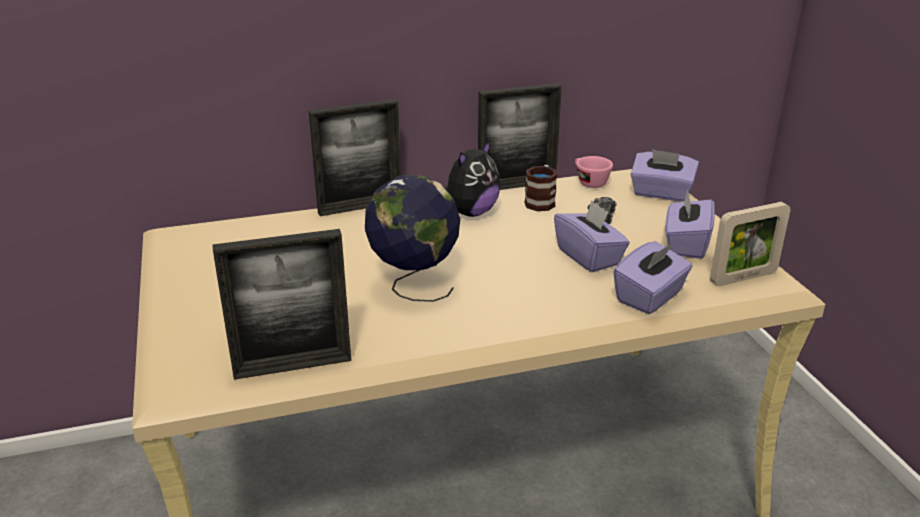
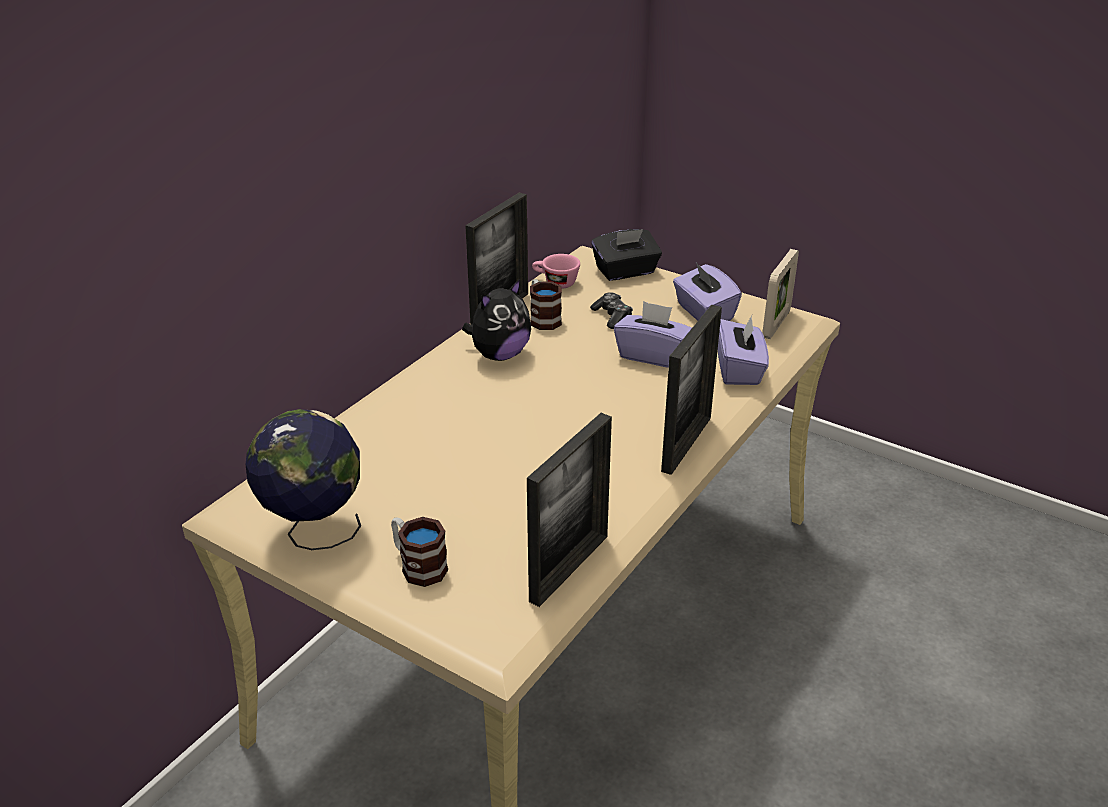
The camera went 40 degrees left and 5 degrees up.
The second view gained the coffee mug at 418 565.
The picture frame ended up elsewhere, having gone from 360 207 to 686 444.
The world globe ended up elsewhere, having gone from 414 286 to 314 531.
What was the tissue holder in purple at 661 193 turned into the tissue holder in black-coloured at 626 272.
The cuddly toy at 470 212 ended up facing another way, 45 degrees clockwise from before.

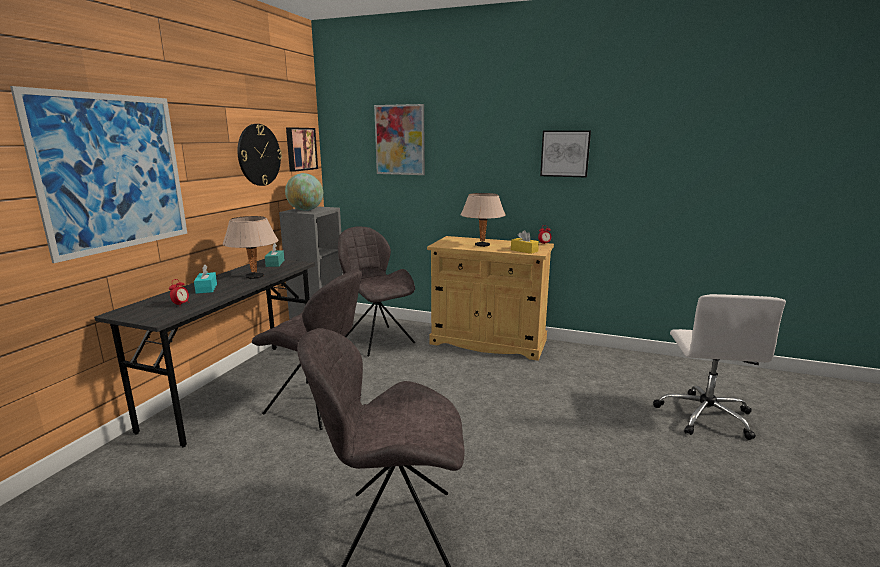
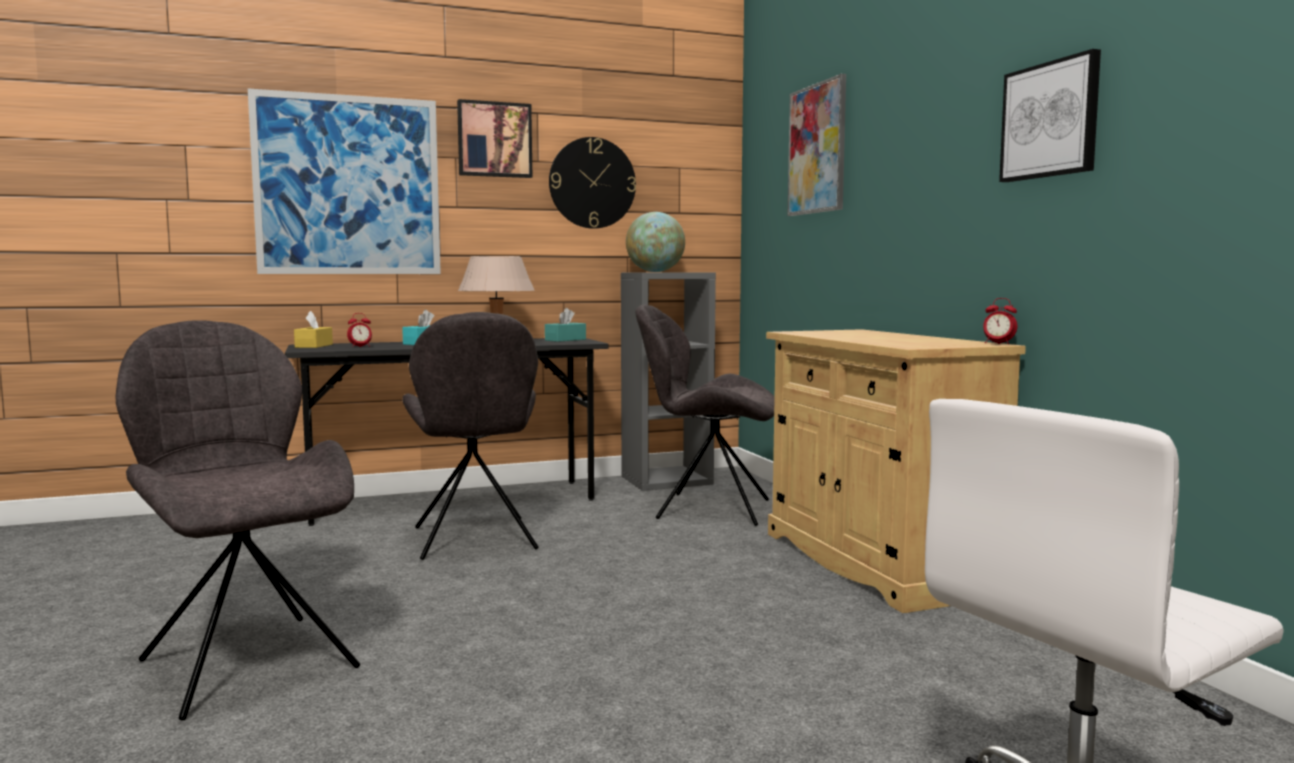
The camera went 50 degrees right and 10 degrees down.
The second view lost the table lamp in beige-coloured at 482 245.
The picture ended up elsewhere, having gone from 300 149 to 494 140.
The tissue holder in yellowish ended up elsewhere, having gone from 524 250 to 314 346.
The plain chair in gray at 377 340 ended up facing another way, 90 degrees counterclockwise from before.

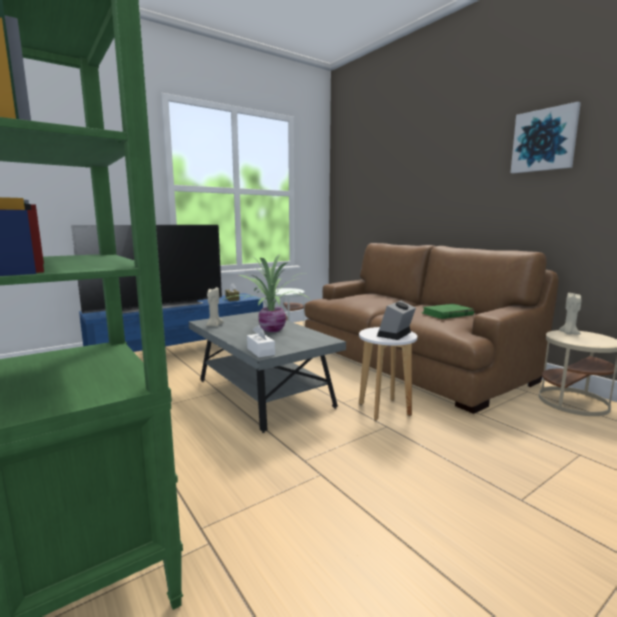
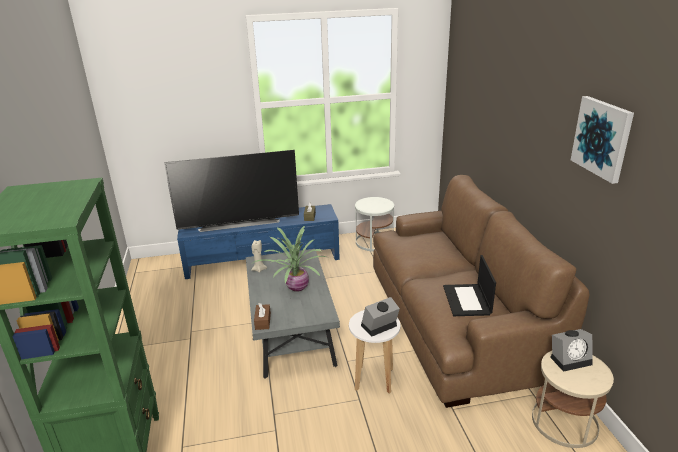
The camera went 25 degrees right and 15 degrees up.
Where the book in green-coloured stood at 447 314, the notebook computer came to stand at 467 300.
Where the wax light in beige-coloured stood at 569 333, the alarm clock came to stand at 570 359.
What was the tissue holder in whitish at 260 351 turned into the tissue holder in brown-coloured at 263 321.

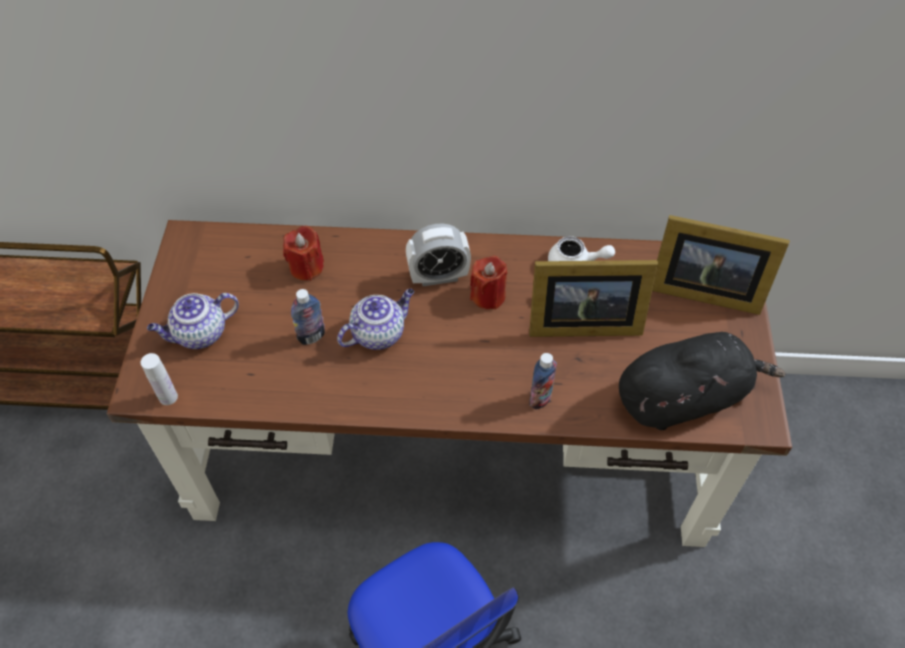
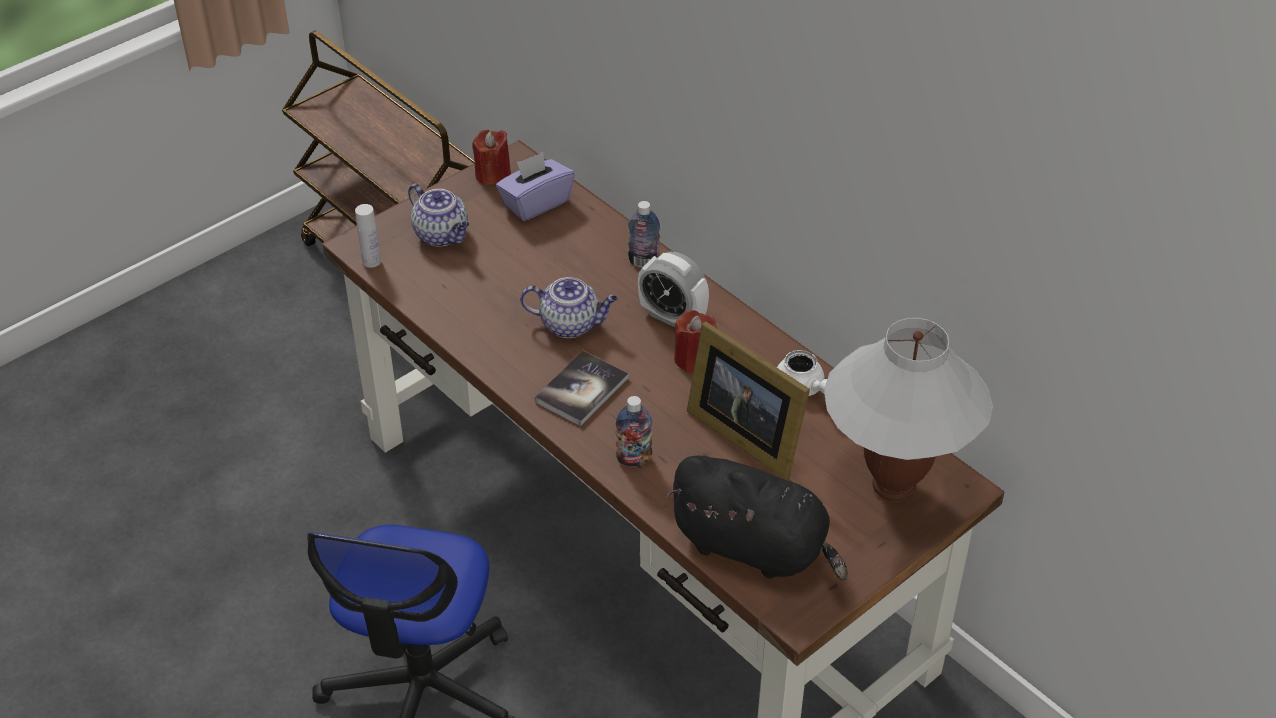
The camera went 45 degrees right and 10 degrees down.
The second view gained the tissue holder in purple at 536 203.
The second view gained the book at 582 390.
The wax light in red ended up elsewhere, having gone from 306 267 to 493 175.
The drink bottle ended up elsewhere, having gone from 311 336 to 644 262.
Where the picture frame stood at 701 289, the table lamp in whitish came to stand at 894 486.
The tea pot at 200 334 ended up facing another way, 150 degrees counterclockwise from before.

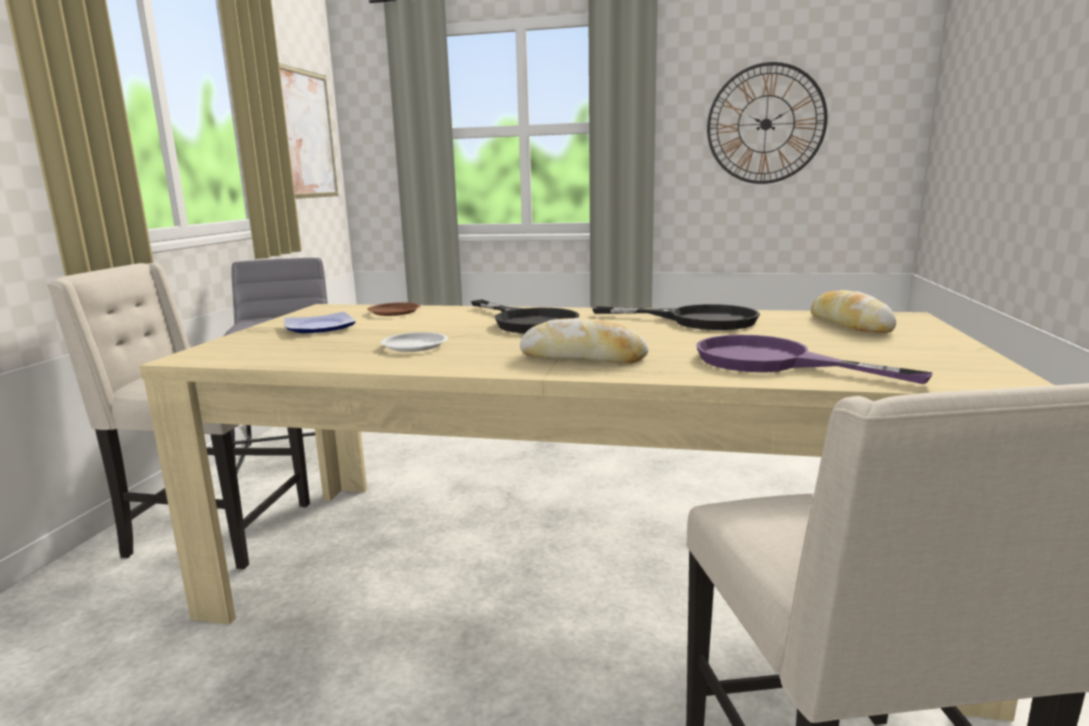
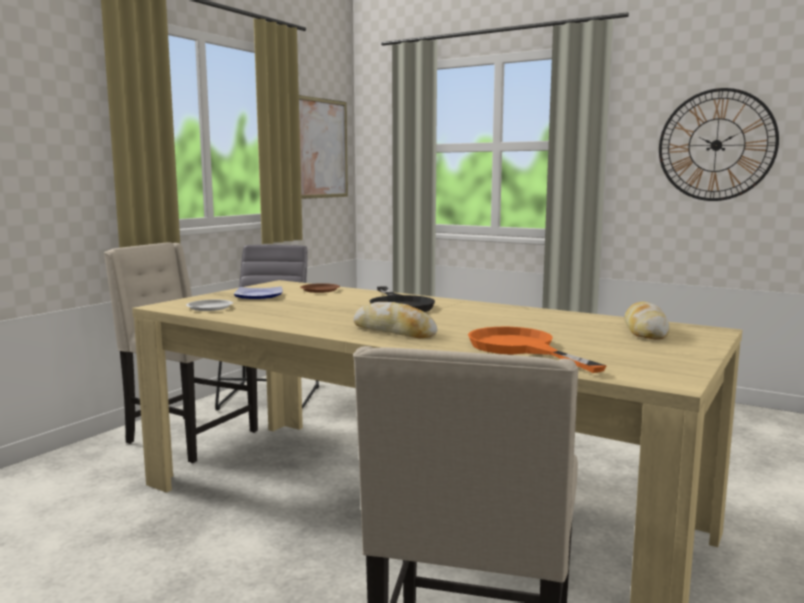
The camera went 20 degrees right and 5 degrees down.
The second view lost the pan in black-coloured at 696 320.
The plate in whitish ended up elsewhere, having gone from 414 346 to 209 308.
What was the pan in purple at 772 362 turned into the pan in orange at 520 348.

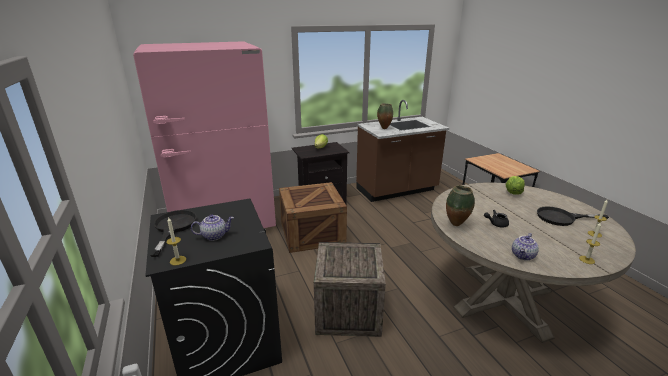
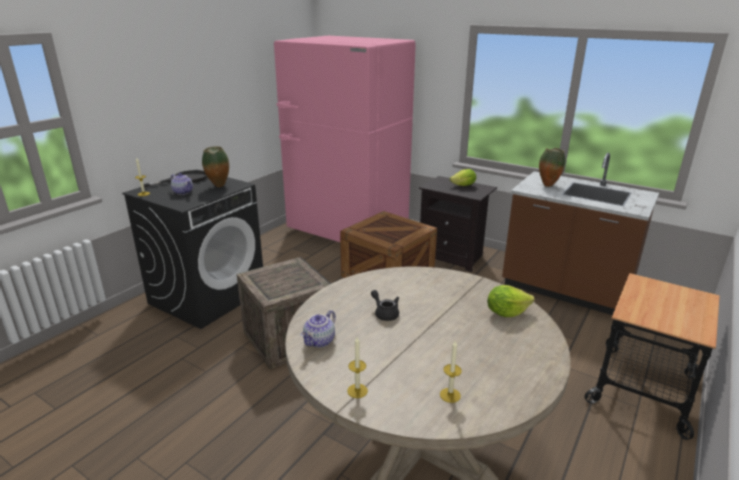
The camera went 55 degrees right and 0 degrees up.
The second view lost the pan in black-coloured at 562 218.
The vase ended up elsewhere, having gone from 456 225 to 219 186.
The tea pot at 523 256 ended up facing another way, 60 degrees counterclockwise from before.

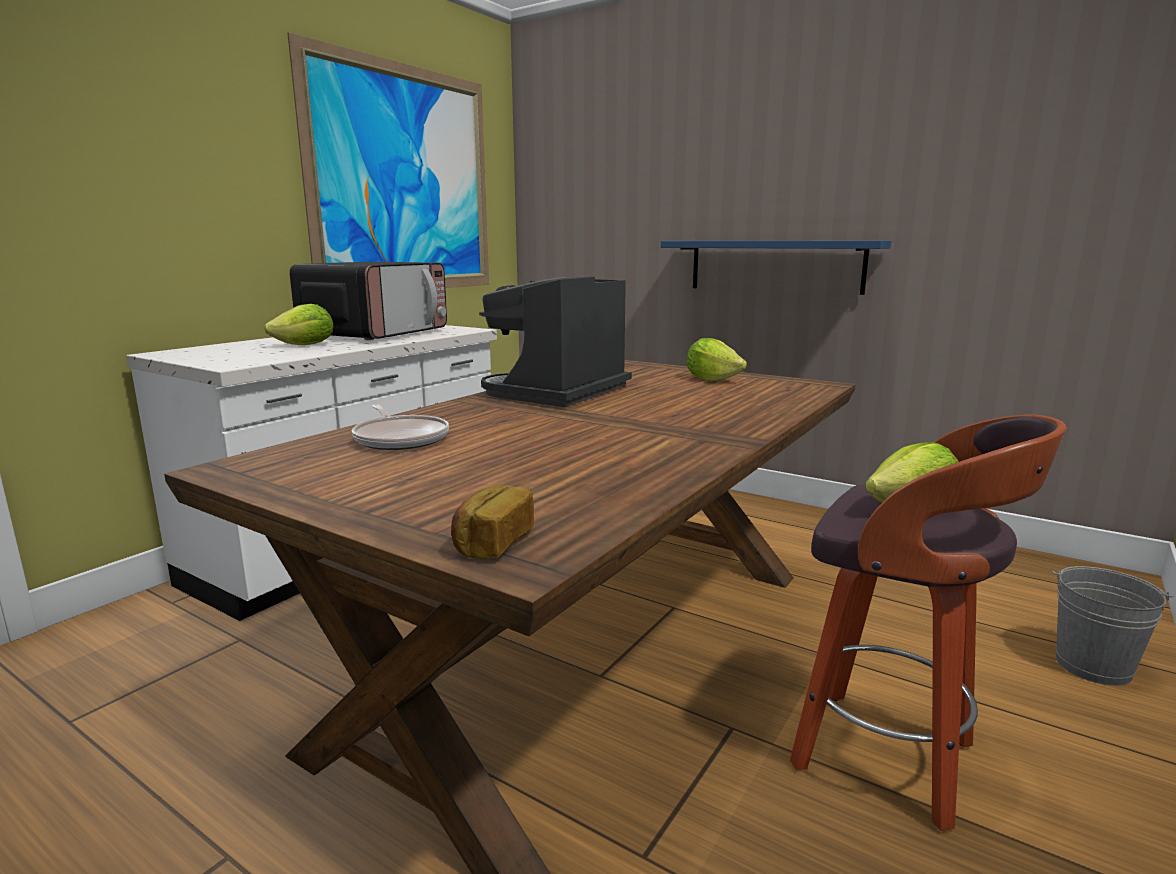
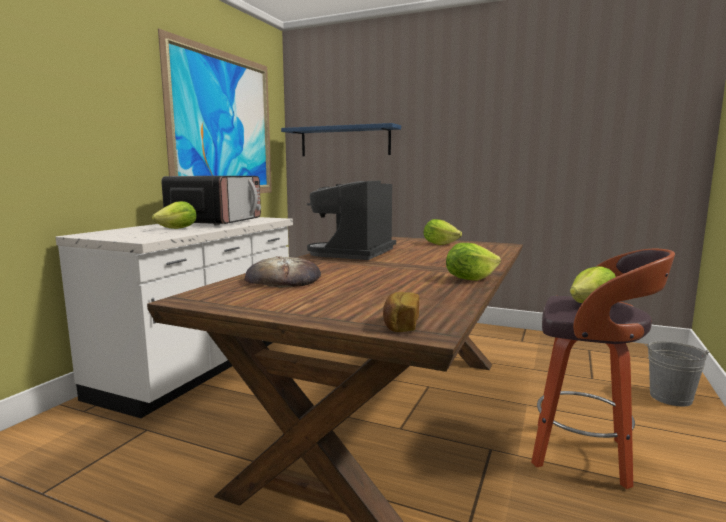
The camera went 10 degrees left and 5 degrees down.
The second view gained the lettuce head at 469 279.
The shelf in bluish ended up elsewhere, having gone from 775 266 to 345 141.
Where the pan stood at 400 438, the bread came to stand at 283 279.

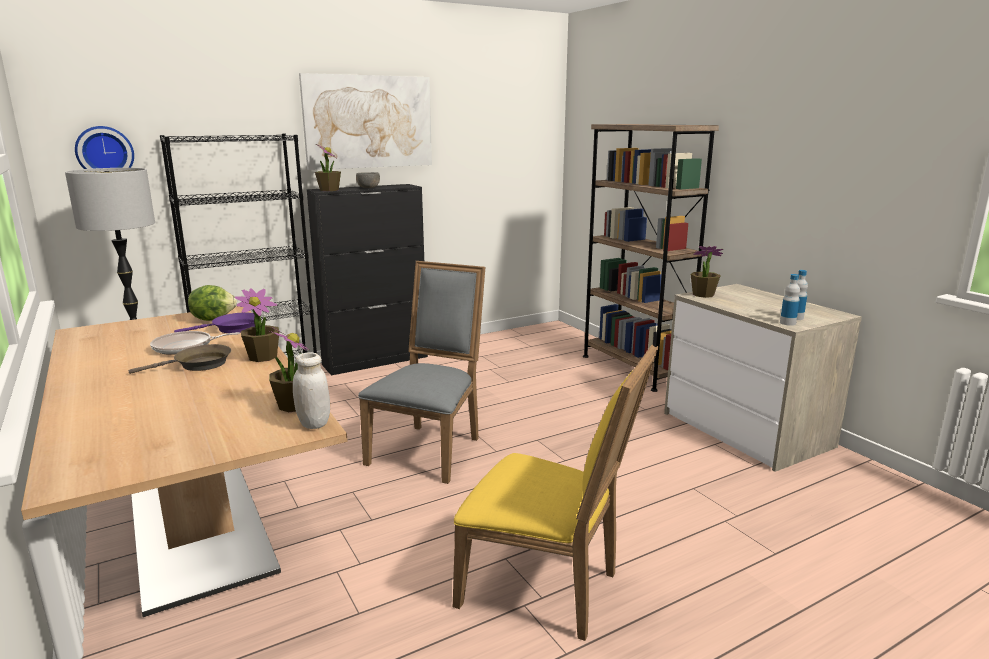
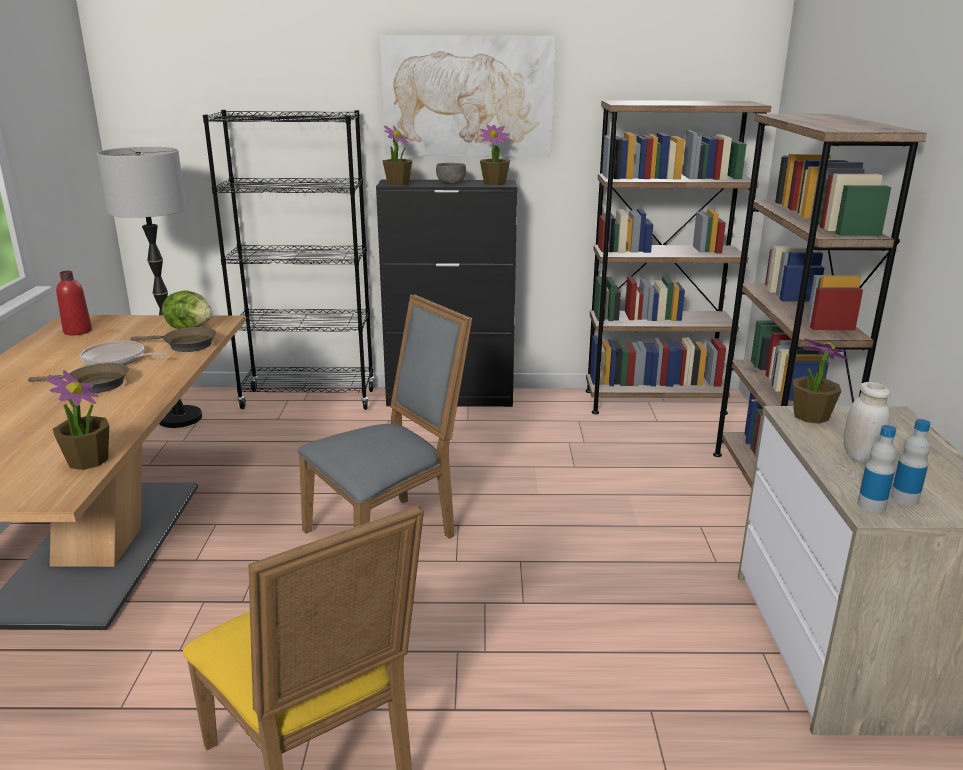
The camera went 30 degrees right and 5 degrees up.
The second view lost the clock on the wall at 105 152.
The second view gained the drink bottle in red at 77 331.
The second view gained the bookshelf in brown-coloured at 654 402.
The potted plant ended up elsewhere, having gone from 263 357 to 495 183.
The jar in whitish ended up elsewhere, having gone from 314 423 to 860 457.
What was the pan in purple at 232 329 turned into the pan in brown-coloured at 186 345.

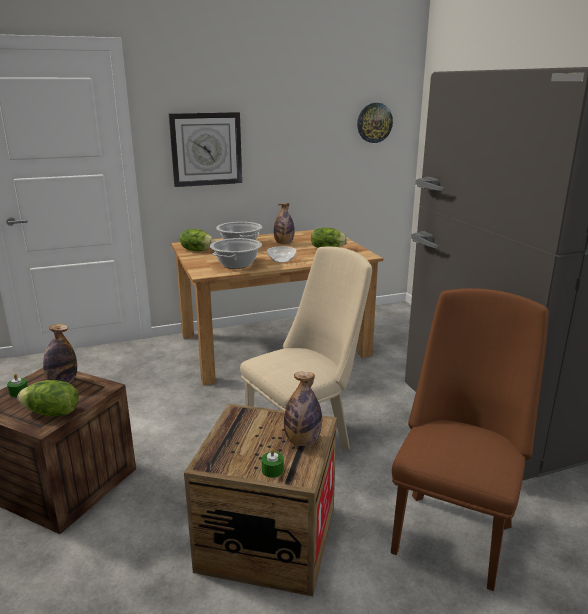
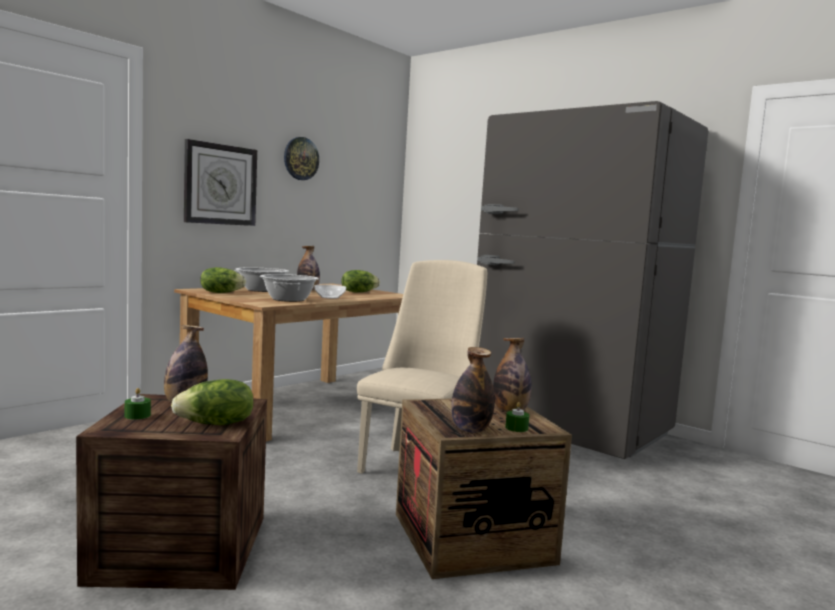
The camera went 30 degrees left and 15 degrees down.
The second view lost the plain chair in brown-coloured at 453 530.
The second view gained the drink bottle at 470 430.
The clock on the wall ended up elsewhere, having gone from 374 122 to 301 158.

